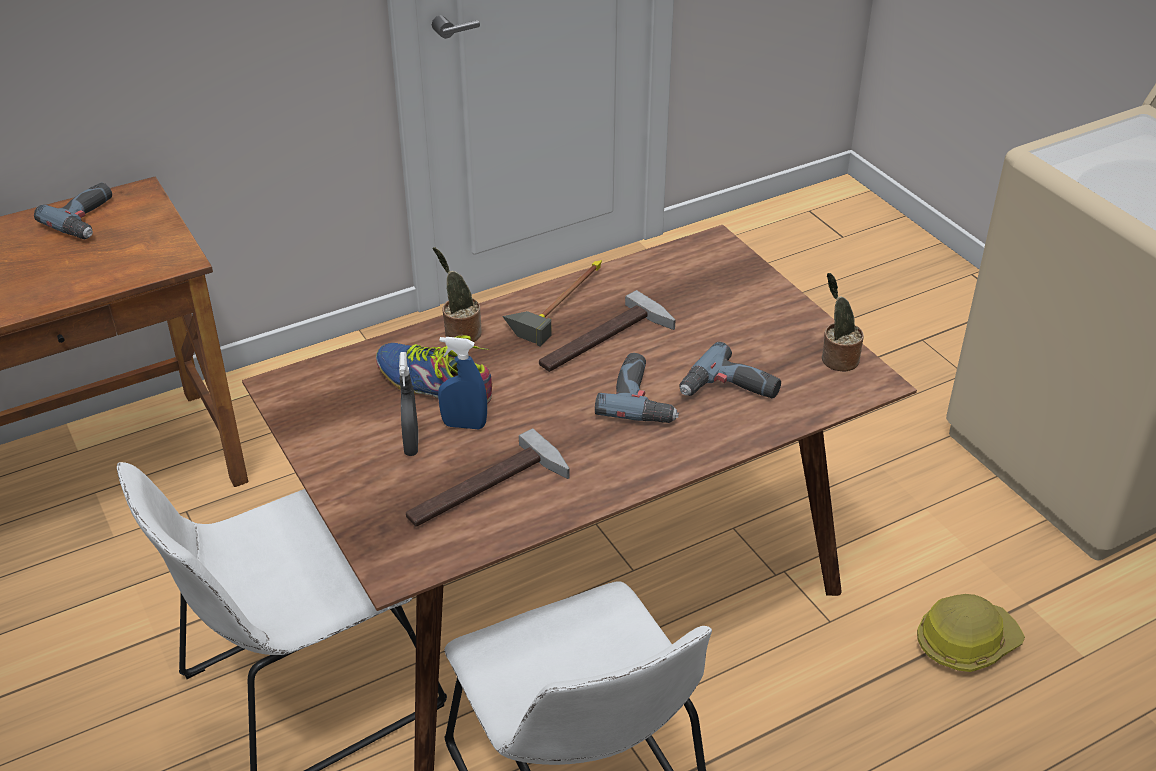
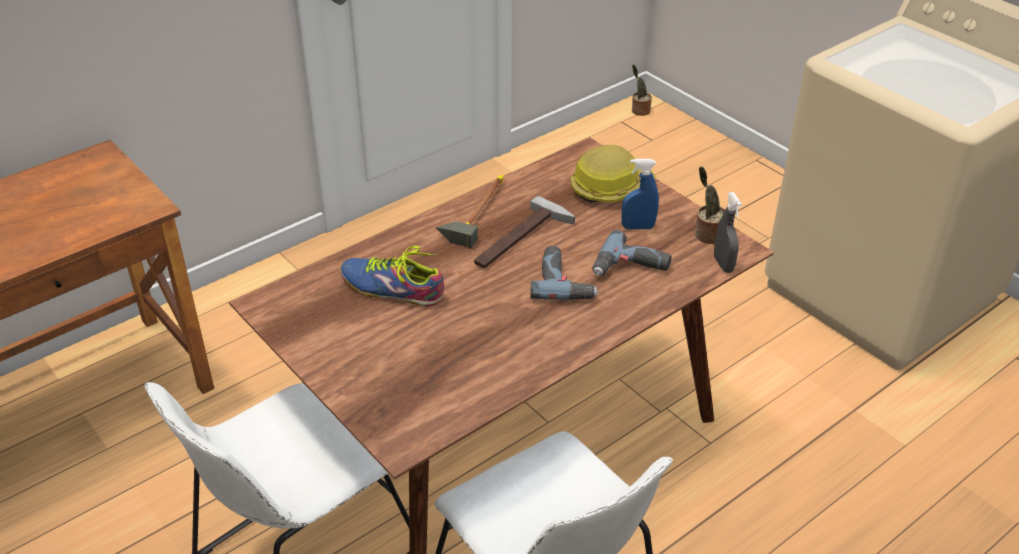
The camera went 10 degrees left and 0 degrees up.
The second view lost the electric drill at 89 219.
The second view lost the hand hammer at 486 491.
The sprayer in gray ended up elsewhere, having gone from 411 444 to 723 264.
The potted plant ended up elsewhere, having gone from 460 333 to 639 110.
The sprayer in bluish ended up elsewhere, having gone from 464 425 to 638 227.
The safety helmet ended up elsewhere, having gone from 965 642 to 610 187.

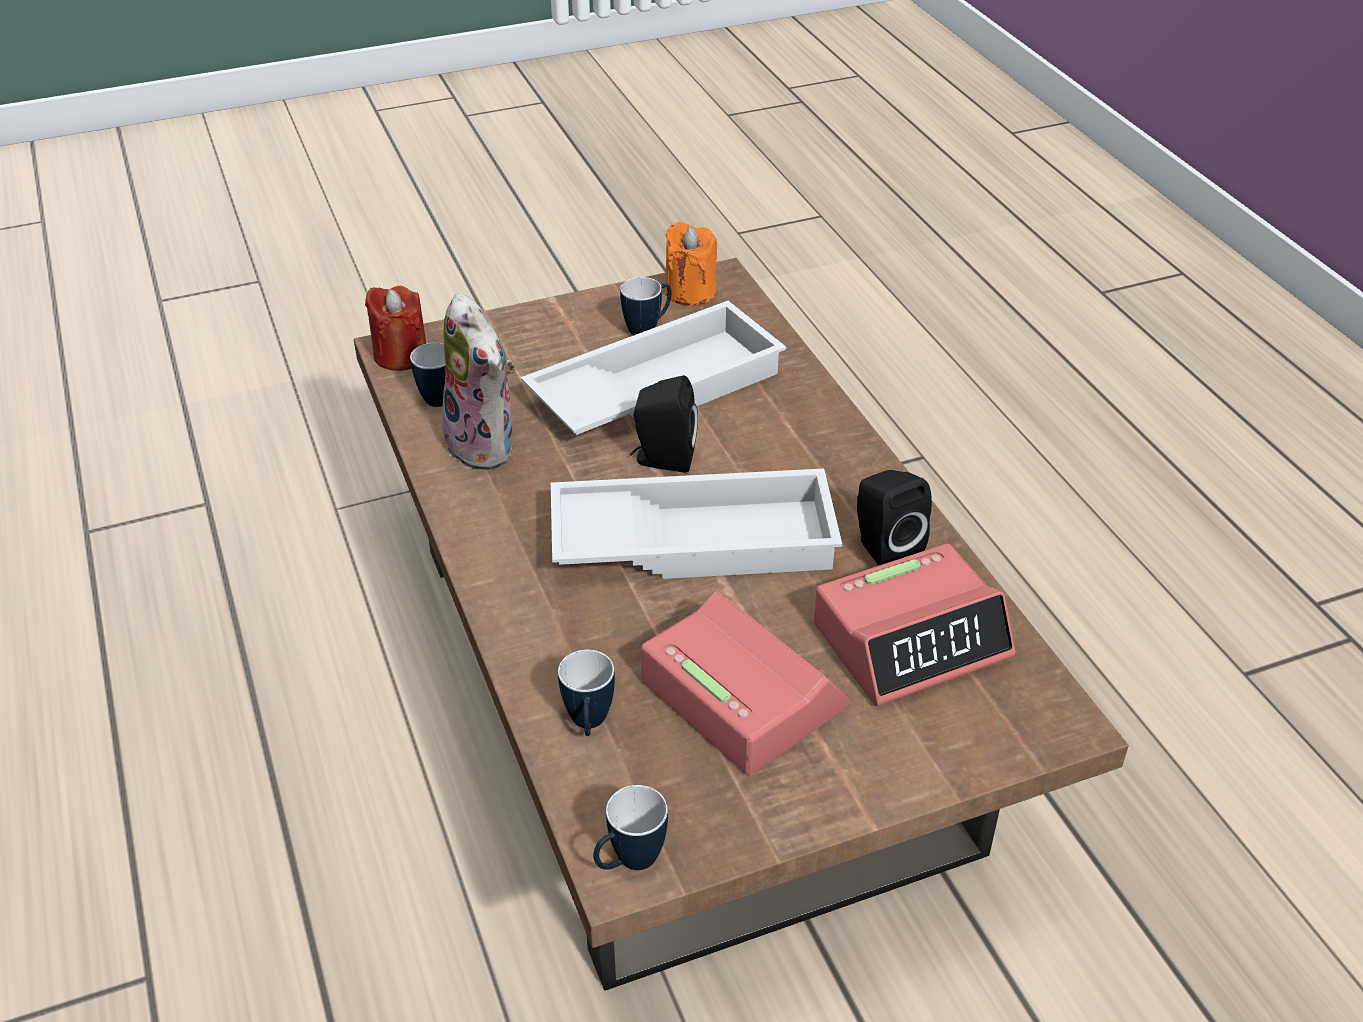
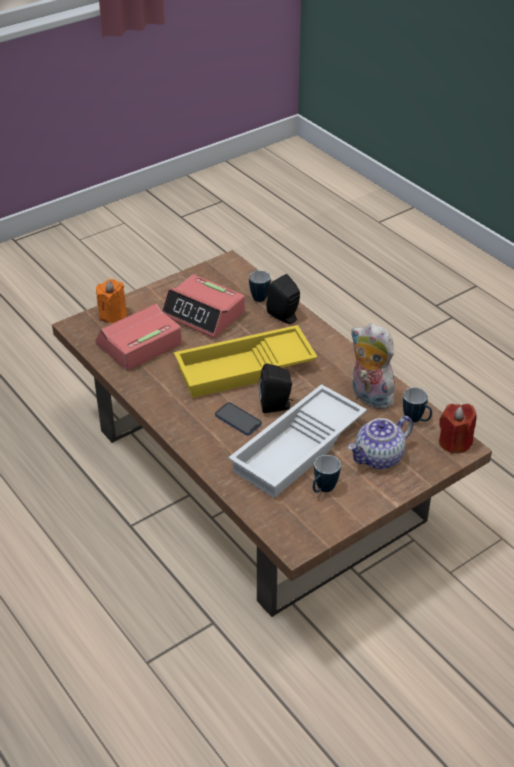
The camera went 165 degrees right and 0 degrees up.
The second view lost the coffee mug at 629 863.
The second view gained the telephone at 238 420.
The second view gained the tea pot at 379 458.
The wax light in orange ended up elsewhere, having gone from 690 292 to 113 315.
The audio speaker in black-coloured ended up elsewhere, having gone from 883 549 to 285 317.
What was the serving tray in whitish at 695 538 turned into the serving tray in yellowish at 245 370.

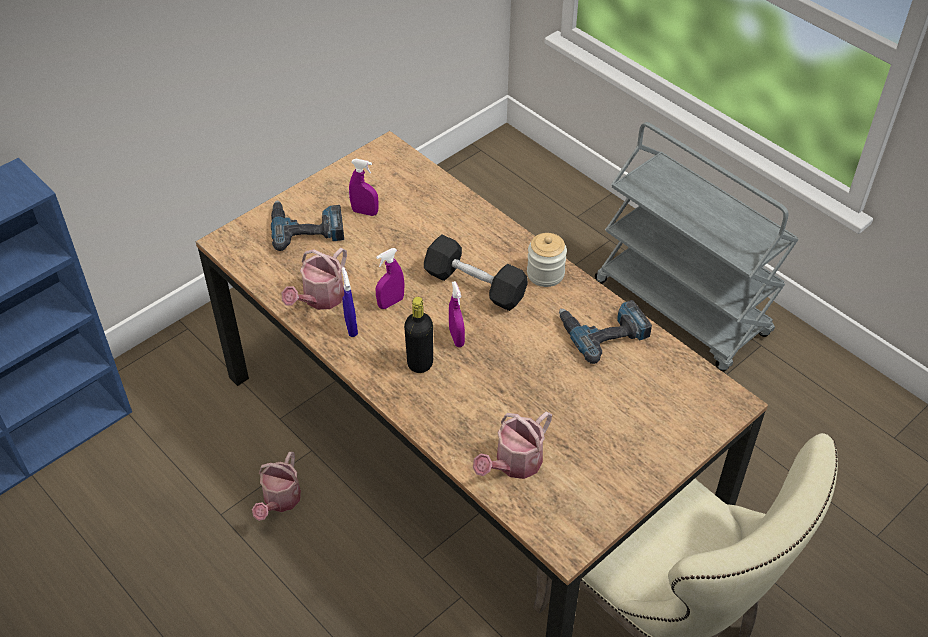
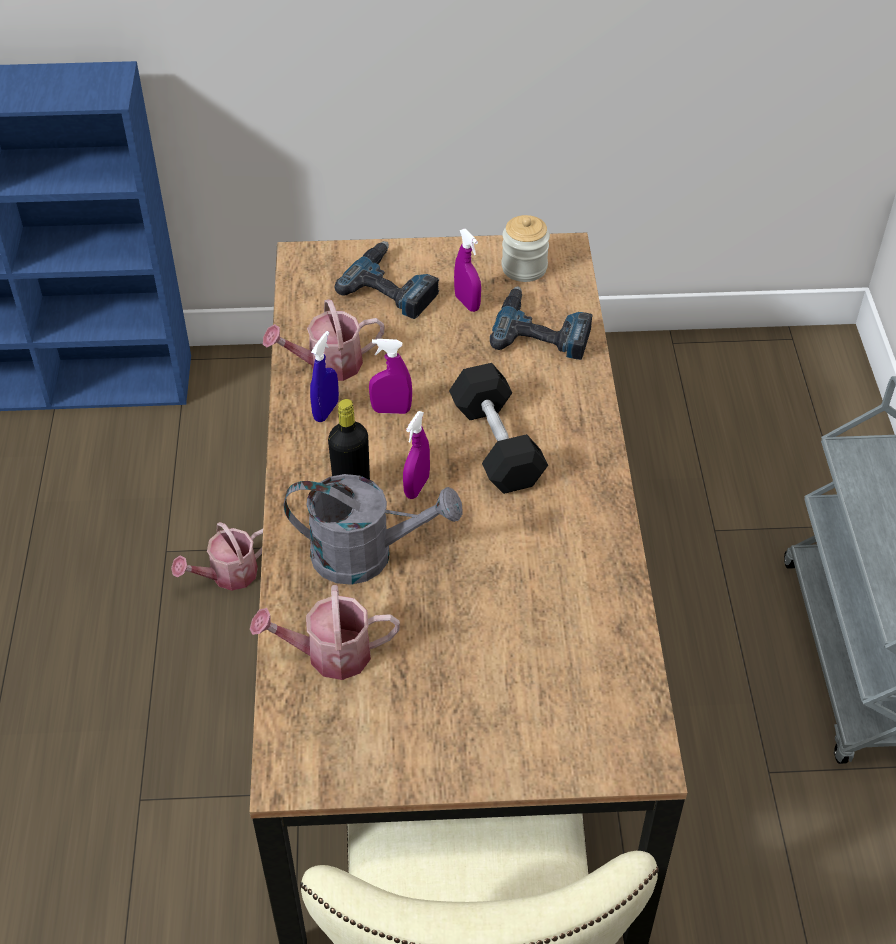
The camera went 40 degrees right and 0 degrees up.
The second view gained the sprinkling can in gray at 367 555.
The jar ended up elsewhere, having gone from 545 274 to 524 268.
The electric drill ended up elsewhere, having gone from 603 331 to 542 331.

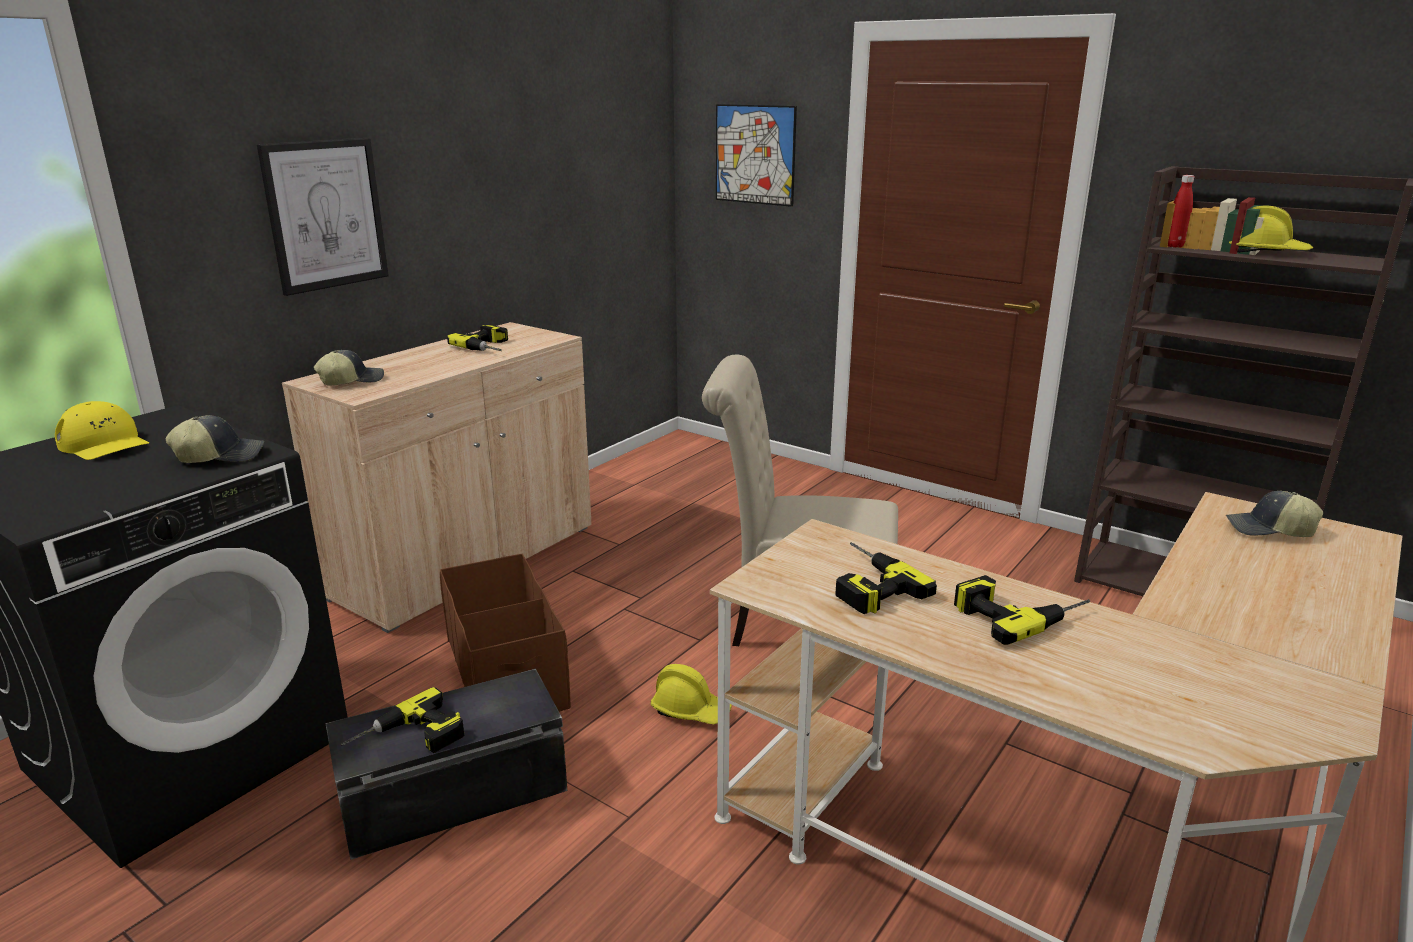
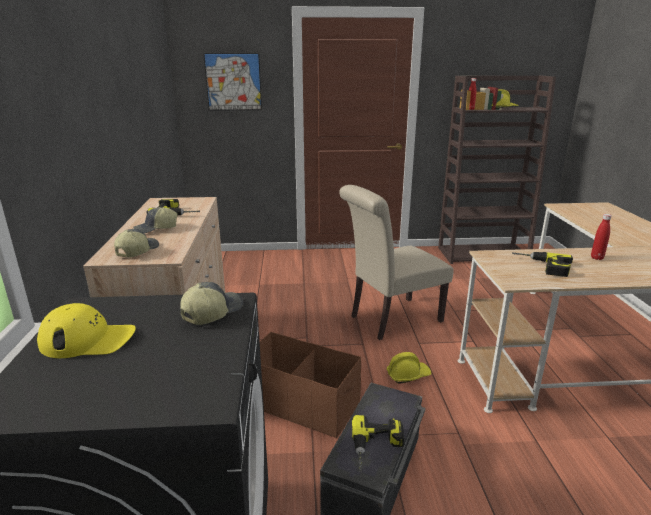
The camera went 40 degrees left and 0 degrees up.
The second view lost the picture at 325 215.
The baseball cap ended up elsewhere, having gone from 1269 531 to 156 229.
Where the electric drill stood at 1018 612, the drink bottle in red came to stand at 597 258.

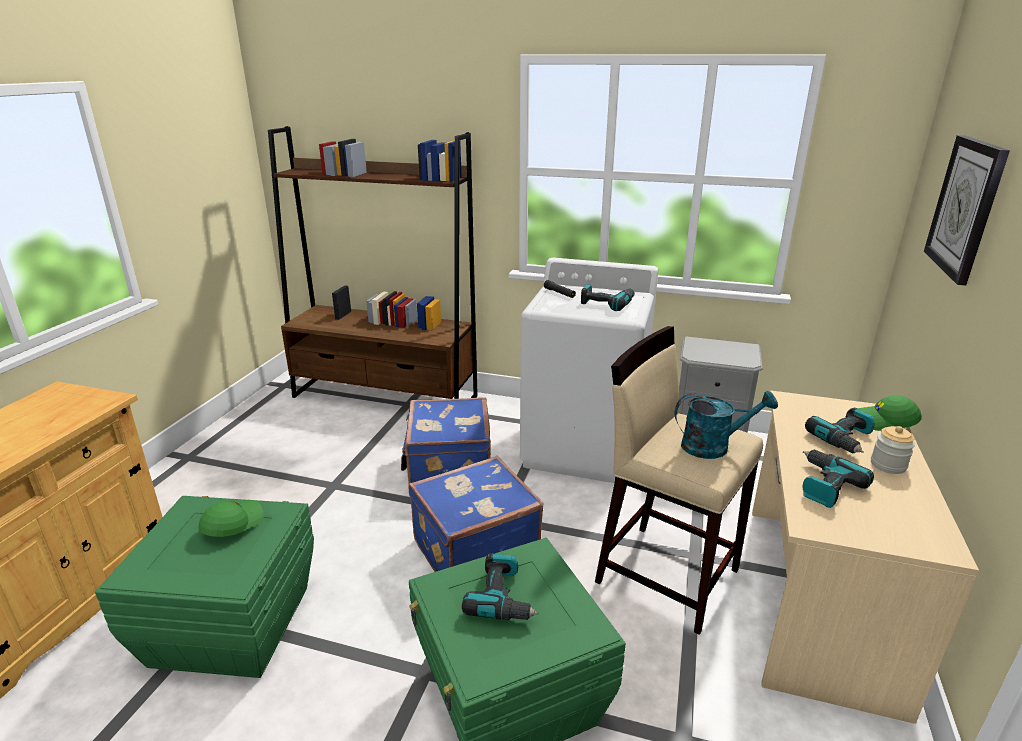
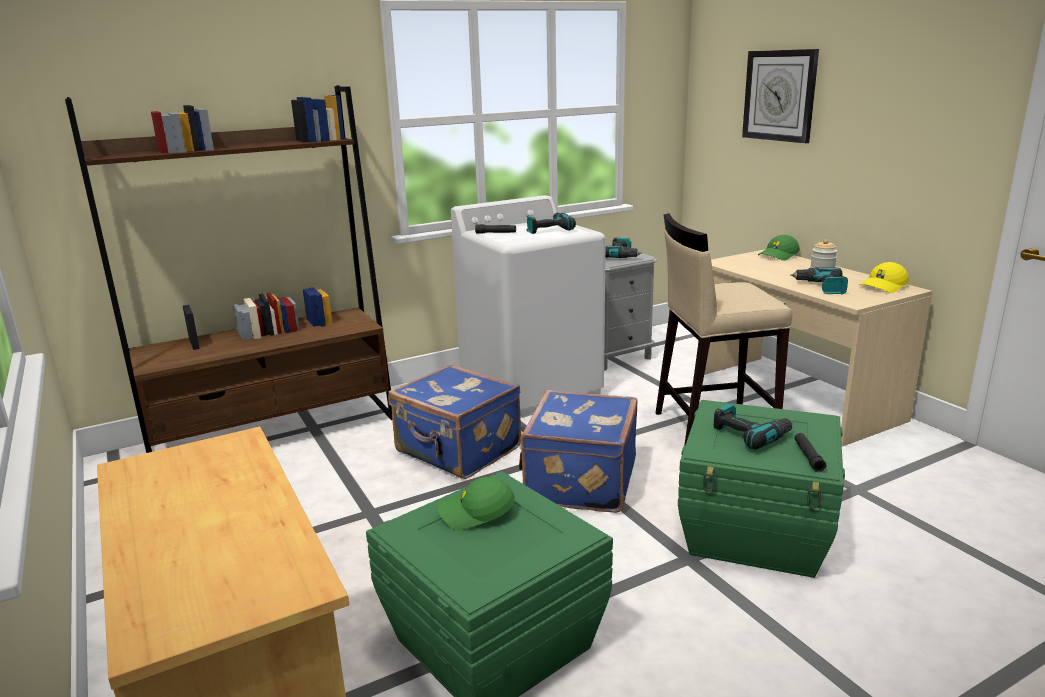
The camera went 45 degrees left and 5 degrees down.
The second view lost the sprinkling can in blue-green at 713 446.
The second view gained the flashlight in black-coloured at 808 457.
The second view gained the baseball cap in yellowish at 883 286.
The electric drill ended up elsewhere, having gone from 845 439 to 622 255.
The baseball cap in green-coloured at 232 524 ended up facing another way, 75 degrees counterclockwise from before.

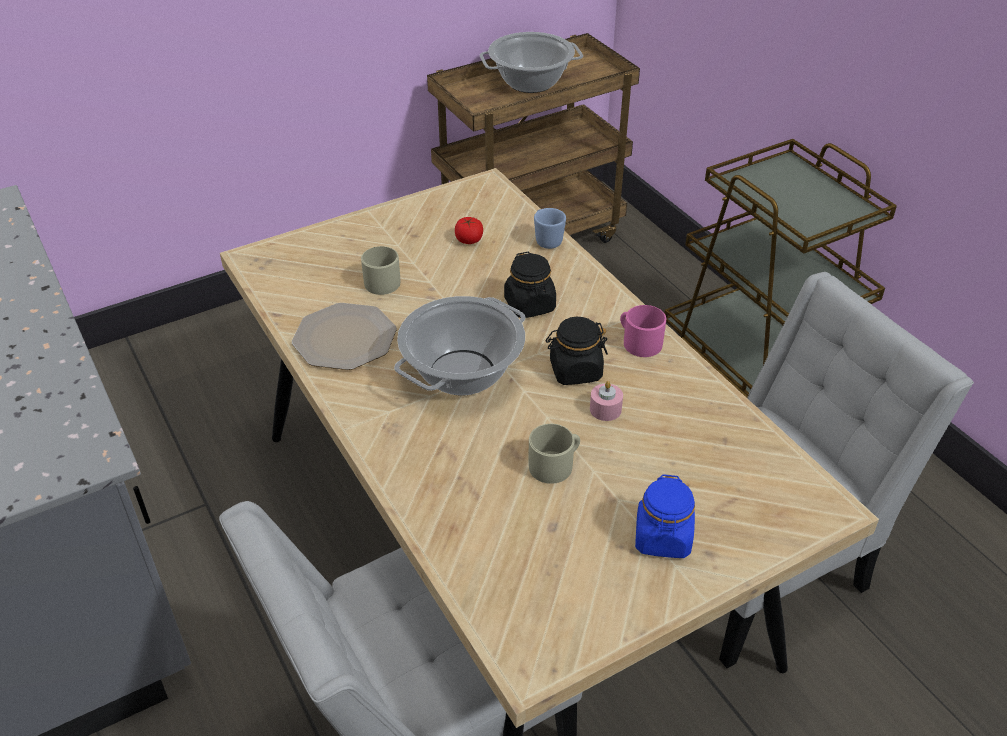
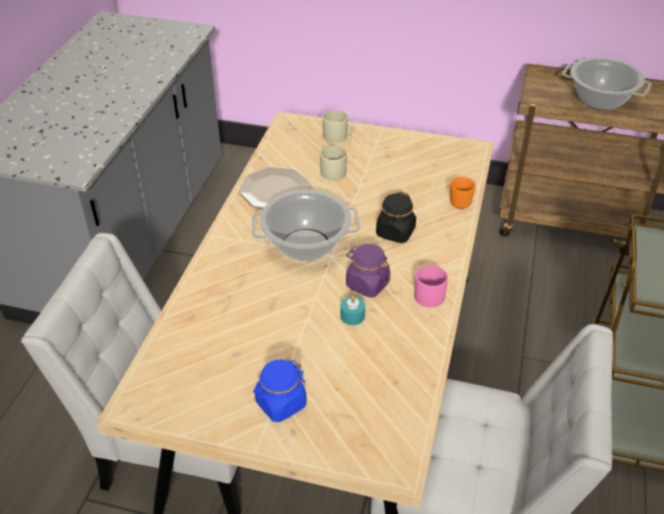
The camera went 45 degrees right and 0 degrees up.
The second view lost the fresh tomato at 469 239.
The coffee mug in beige-coloured ended up elsewhere, having gone from 555 464 to 338 136.
What was the coffee mug in bluish at 546 240 turned into the coffee mug in orange at 461 201.
What was the jar in black-coloured at 575 371 turned into the jar in purple at 367 284.
What was the wax light in pinkish at 605 409 turned into the wax light in blue-green at 352 316.

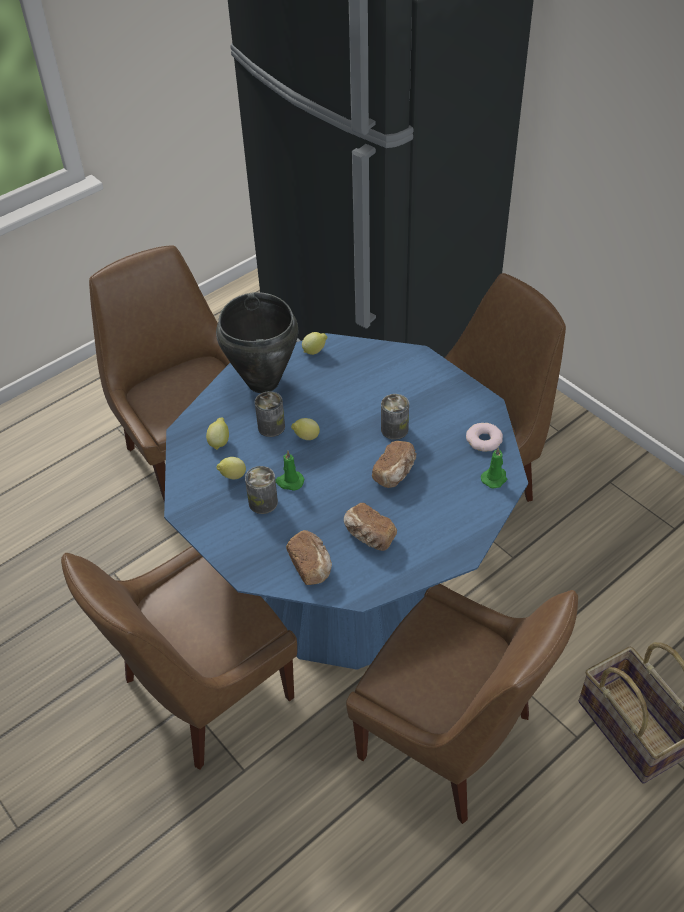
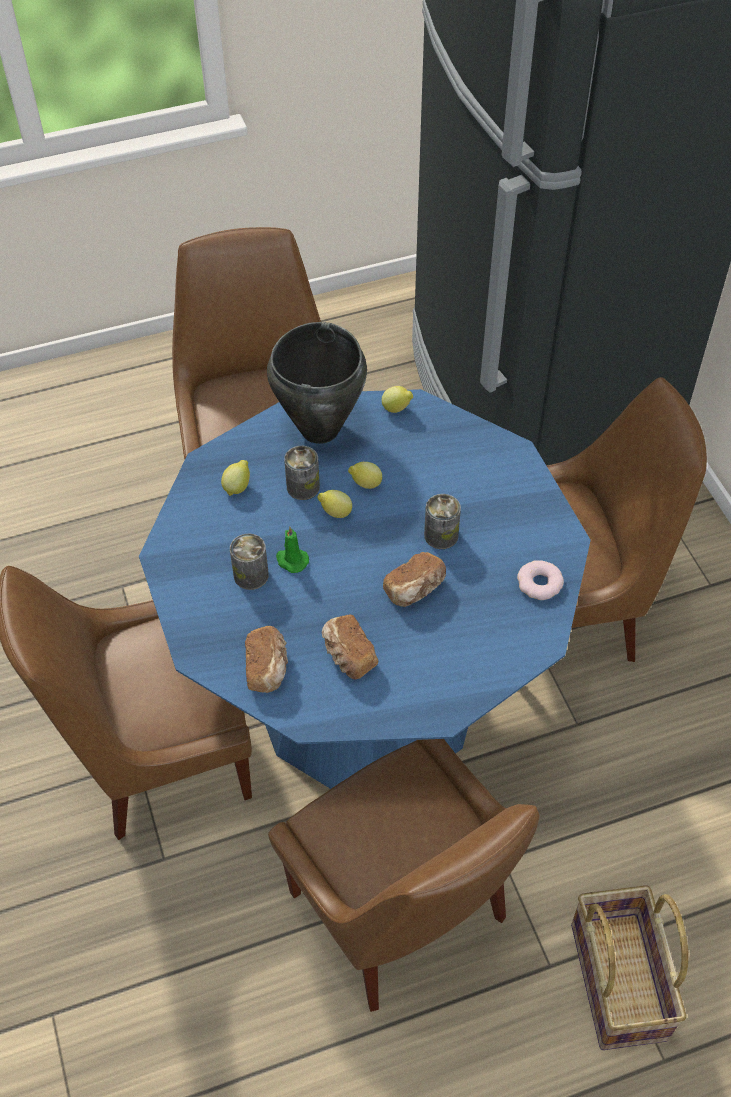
The camera went 20 degrees right and 5 degrees up.
The second view lost the wax light in green-coloured at 494 478.
The lemon ended up elsewhere, having gone from 232 476 to 365 484.

